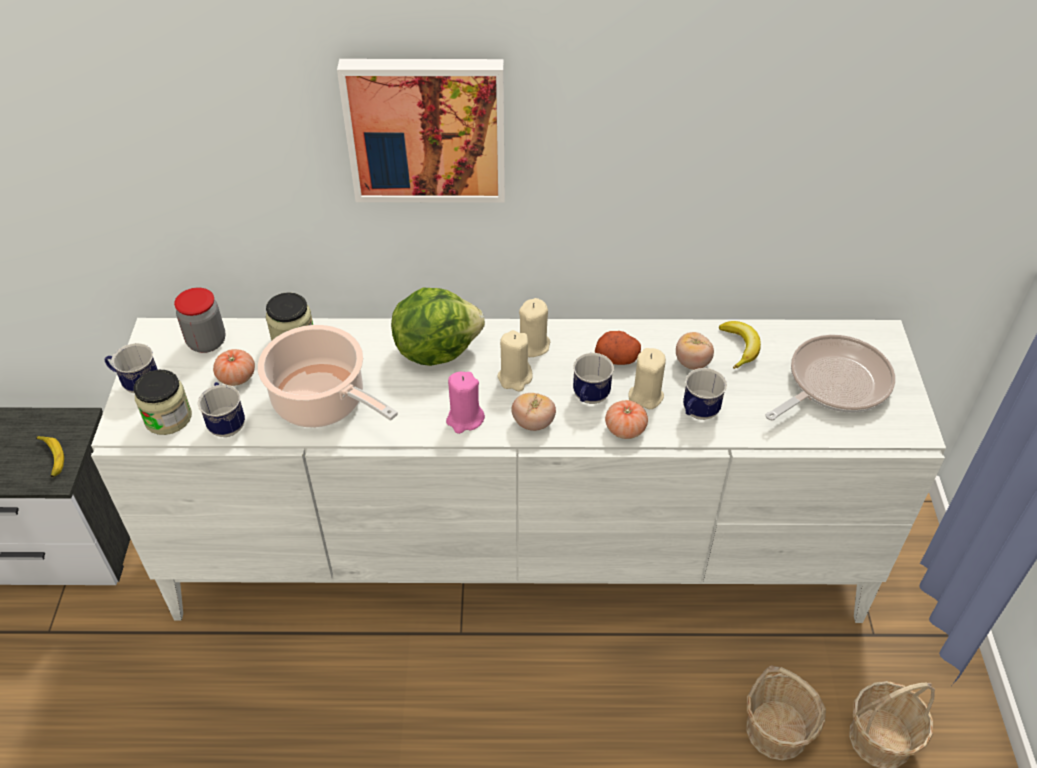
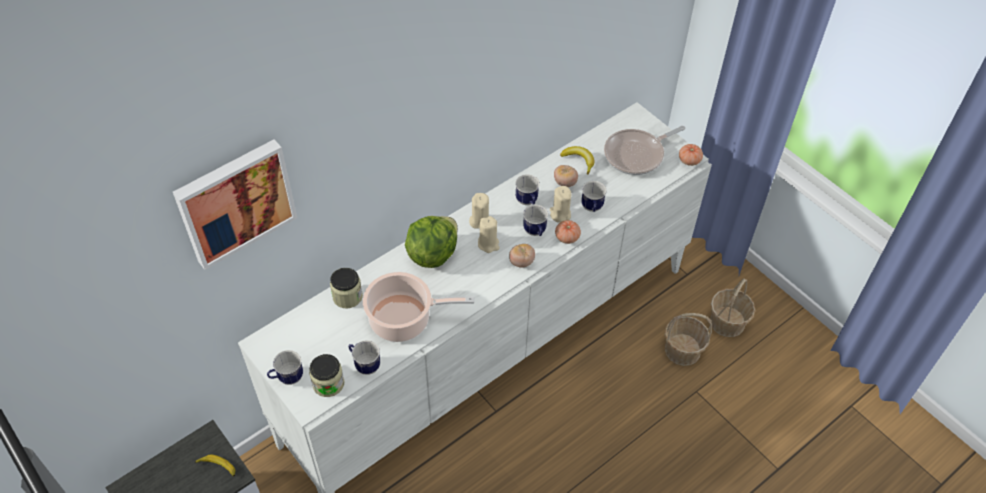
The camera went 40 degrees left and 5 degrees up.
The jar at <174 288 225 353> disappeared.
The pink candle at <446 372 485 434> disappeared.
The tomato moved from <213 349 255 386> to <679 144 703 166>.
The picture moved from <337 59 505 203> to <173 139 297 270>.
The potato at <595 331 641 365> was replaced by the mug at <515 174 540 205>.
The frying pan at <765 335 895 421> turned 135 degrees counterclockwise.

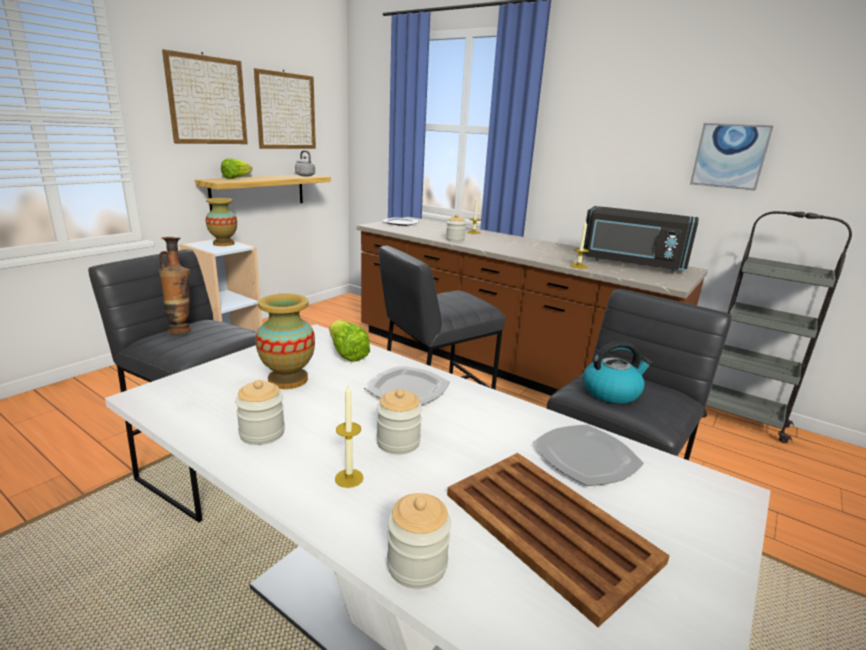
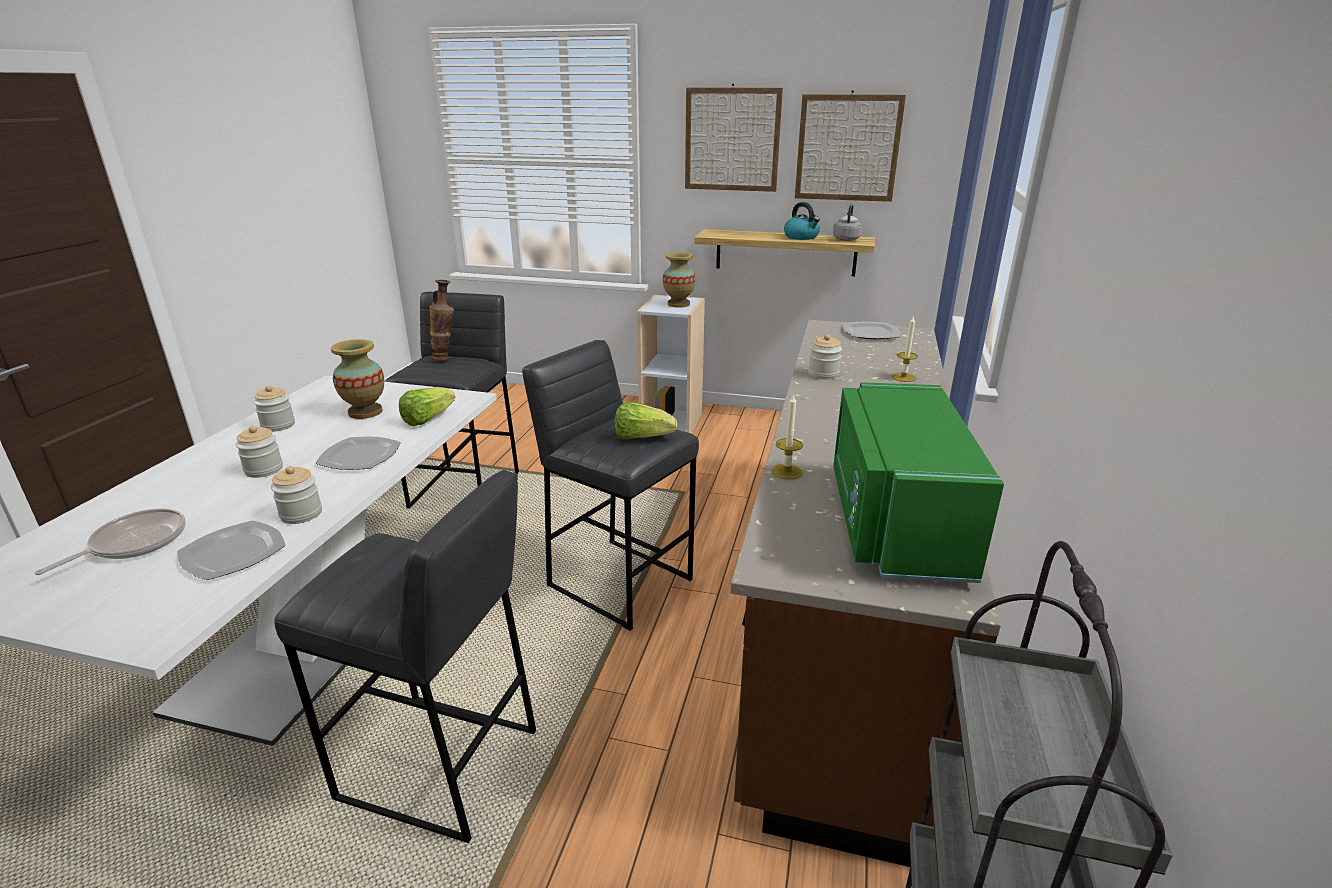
The camera went 70 degrees right and 5 degrees up.
The candle at <335 385 364 488> disappeared.
The picture at <690 123 773 191> disappeared.
The lettuce moved from <221 158 252 179> to <615 402 677 439>.
The jar moved from <387 493 451 589> to <271 466 322 524>.
The kettle moved from <583 341 652 404> to <784 202 820 240>.
The brown tray at <447 453 670 627> was replaced by the frying pan at <35 508 186 575>.
The black microwave at <583 206 699 272> became the green microwave at <833 382 1004 583>.

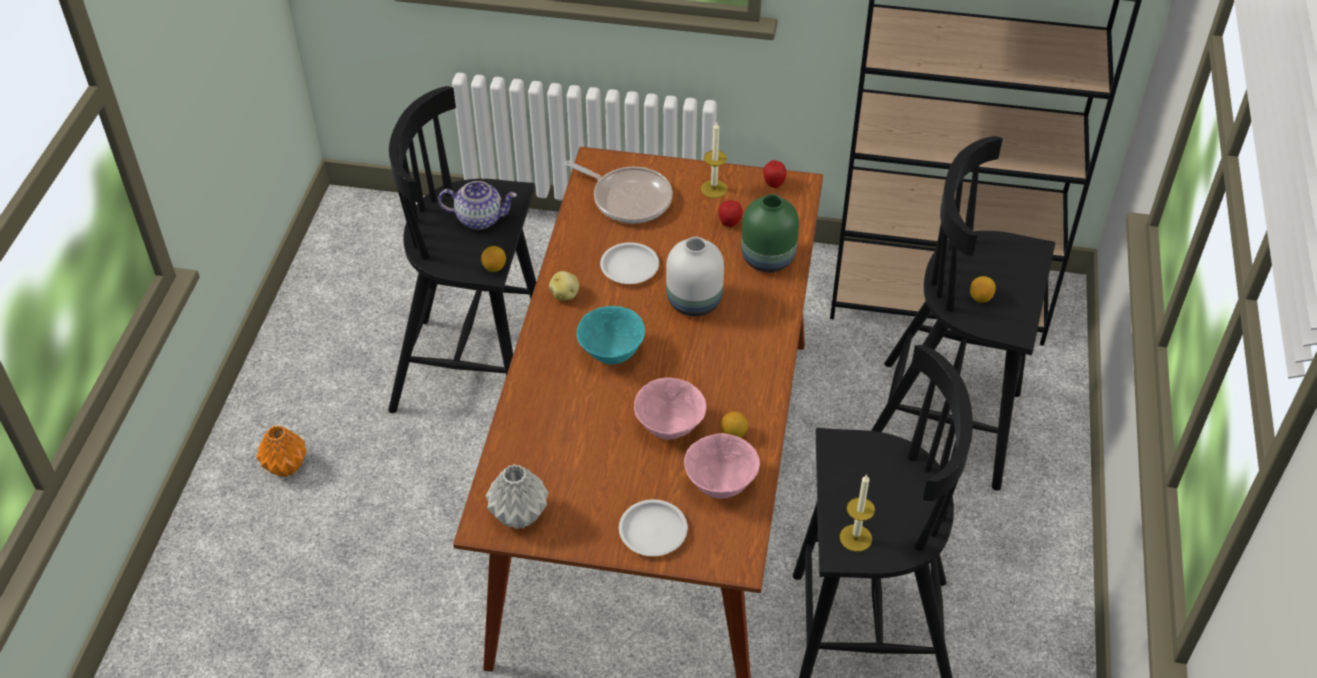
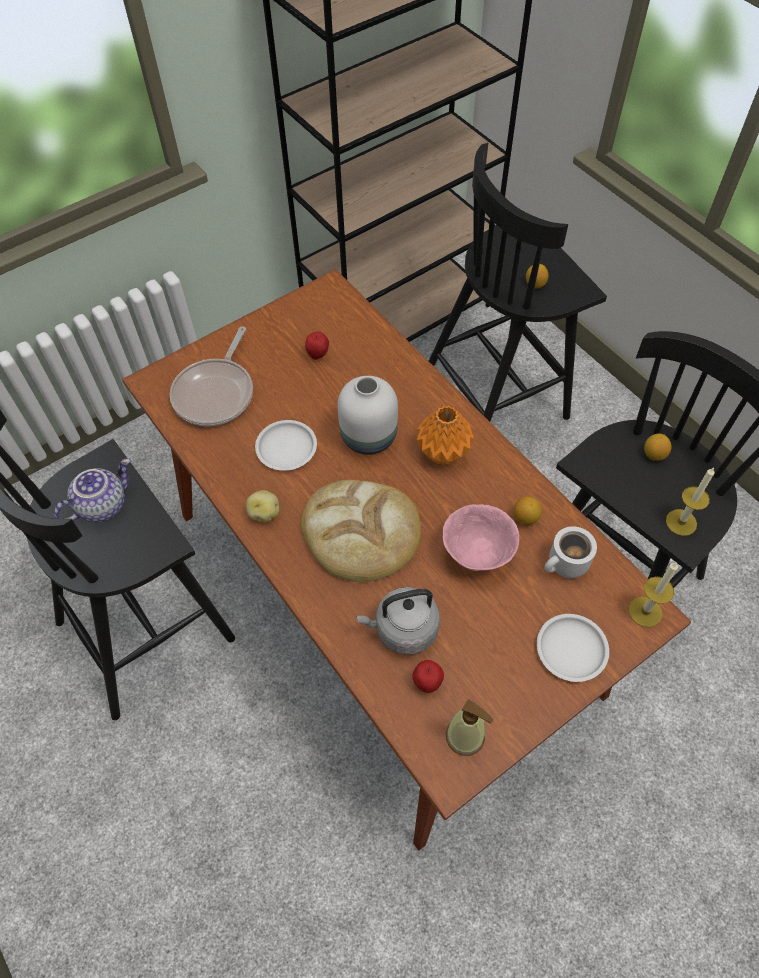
The camera went 45 degrees left and 10 degrees up.
The green vase at <741 194 799 273> disappeared.
The grey kettle at <356 587 440 655> appeared.
The orange vase moved from <257 425 307 477> to <416 406 474 465>.
The lemon moved from <481 246 506 272> to <644 433 672 461>.
The candle moved from <701 121 728 198> to <629 562 678 628>.
The apple moved from <763 160 786 188> to <412 660 444 693>.
The grey vase at <486 464 549 529> was replaced by the soap dispenser at <446 699 494 756>.
The turquoise bowl at <577 306 645 365> was replaced by the bread at <301 480 421 582>.
The pink bowl at <684 433 760 499> was replaced by the white mug at <544 526 597 578>.
The frying pan at <564 160 673 224> turned 120 degrees clockwise.

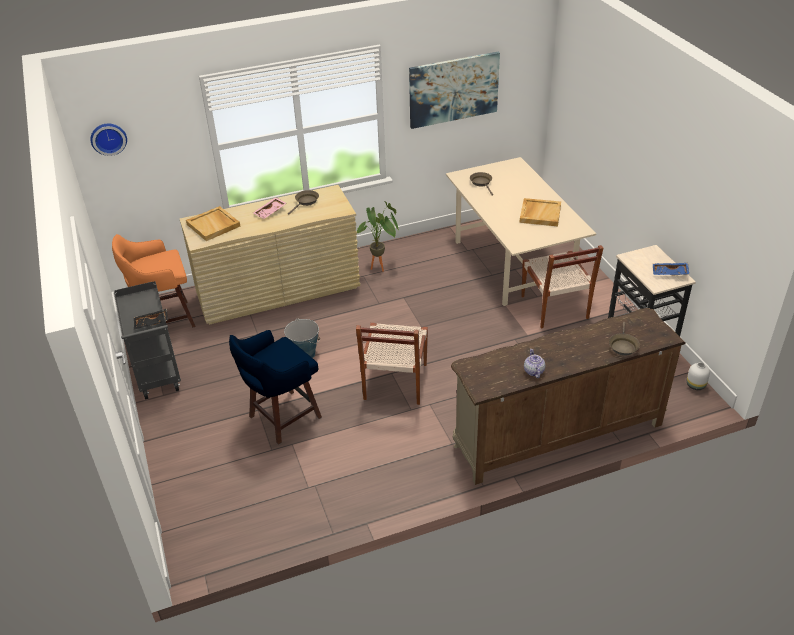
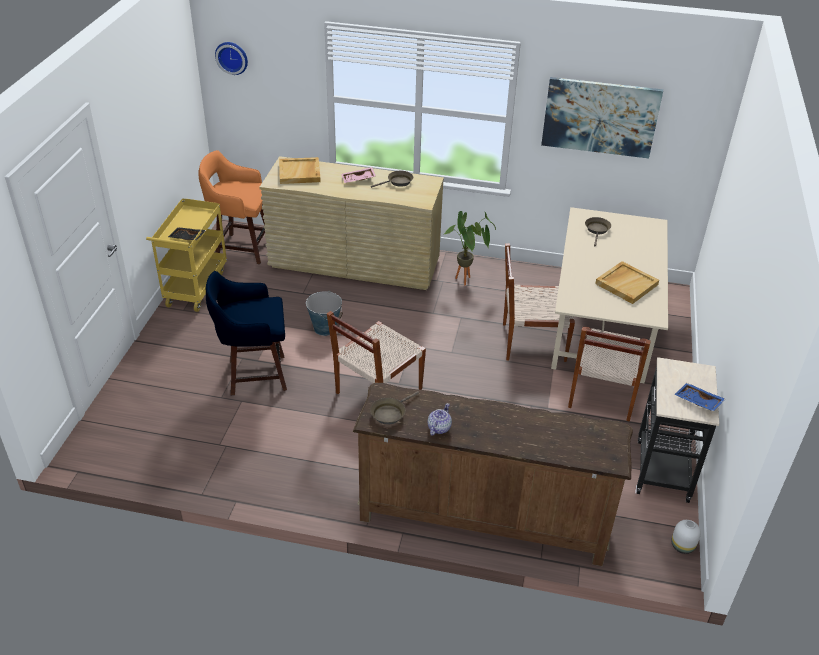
The camera went 30 degrees right and 0 degrees up.
The chair at <503 243 575 362> appeared.
The brown frying pan moved from <609 322 640 356> to <370 391 419 424>.
The grey cart at <114 281 181 399> became the yellow cart at <146 199 227 312>.

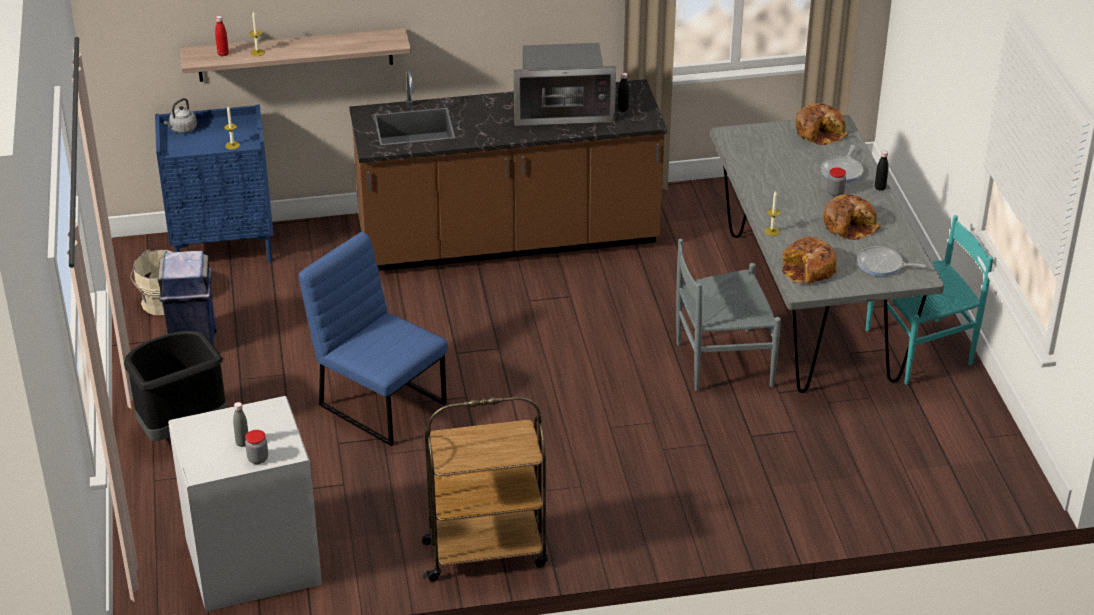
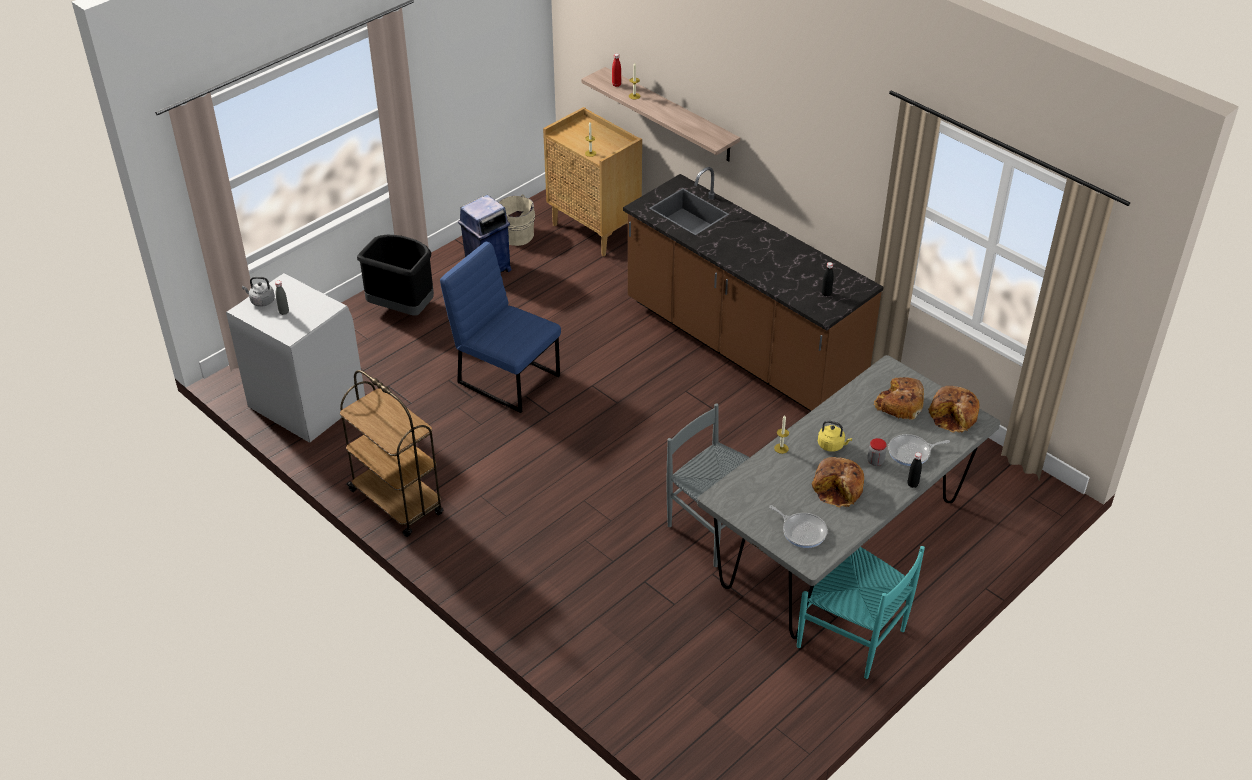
The camera went 55 degrees right and 5 degrees up.
The jar at <245 430 268 464> disappeared.
The microwave at <514 43 616 126> disappeared.
The yellow kettle at <818 420 852 452> appeared.
The grey kettle moved from <164 98 197 133> to <242 277 275 307>.
The bread moved from <782 236 837 284> to <874 377 924 420>.
The blue cabinet at <155 104 274 263> became the brown cabinet at <543 107 642 256>.
The blue chair at <299 232 448 446> turned 60 degrees counterclockwise.
The frying pan at <857 246 926 276> turned 150 degrees clockwise.

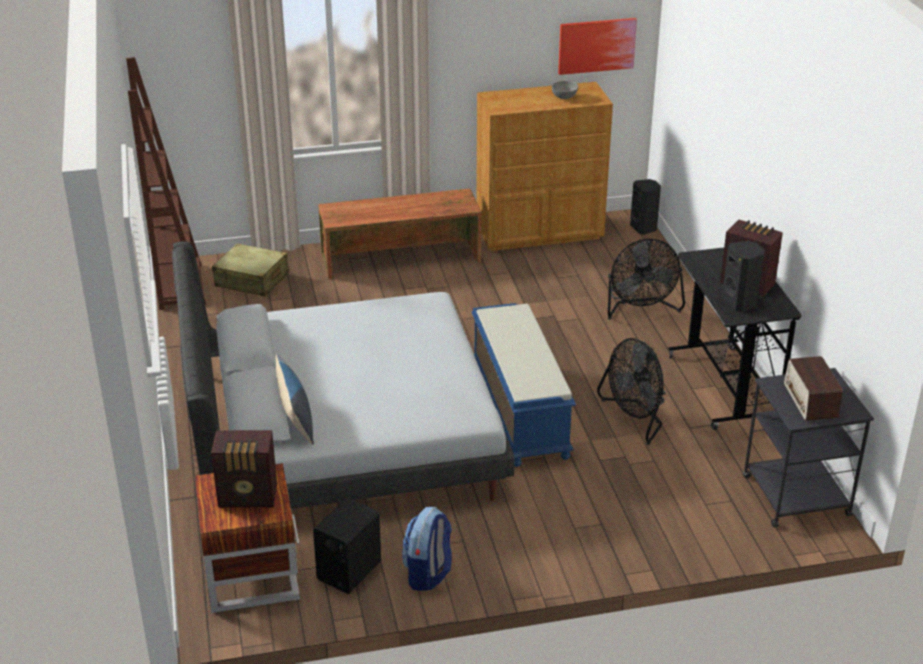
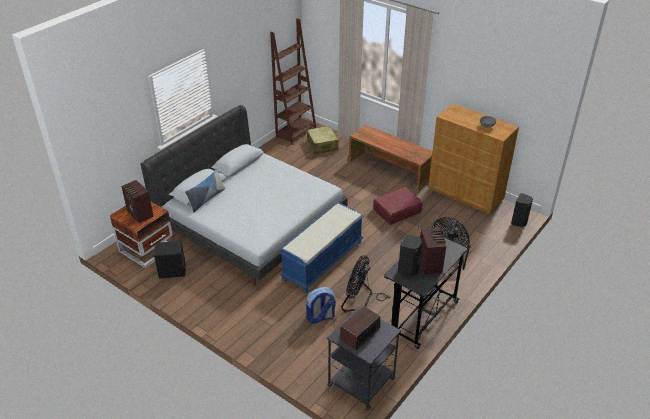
The camera went 50 degrees right and 5 degrees up.
The picture at <558 18 637 75> disappeared.
The red suitcase at <373 187 423 225> appeared.
The backpack moved from <402 507 452 591> to <306 287 336 324>.

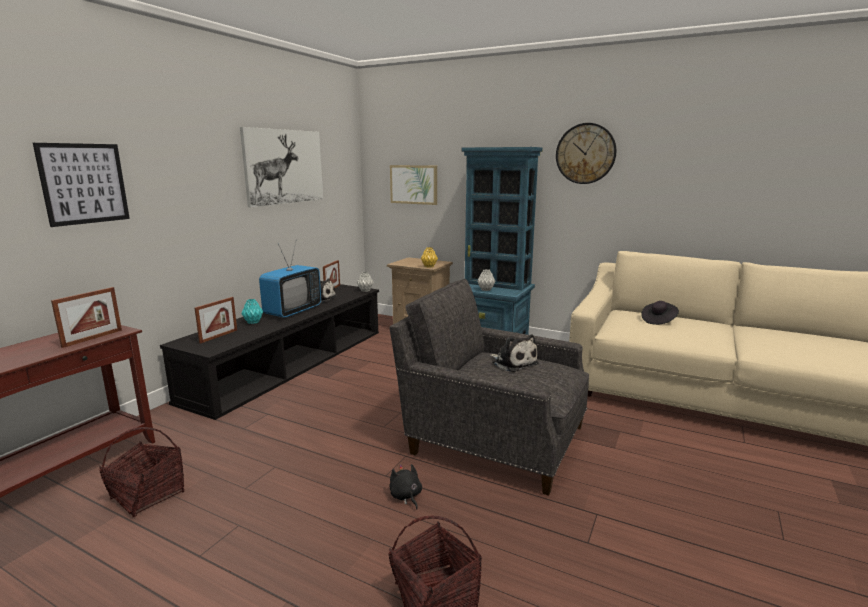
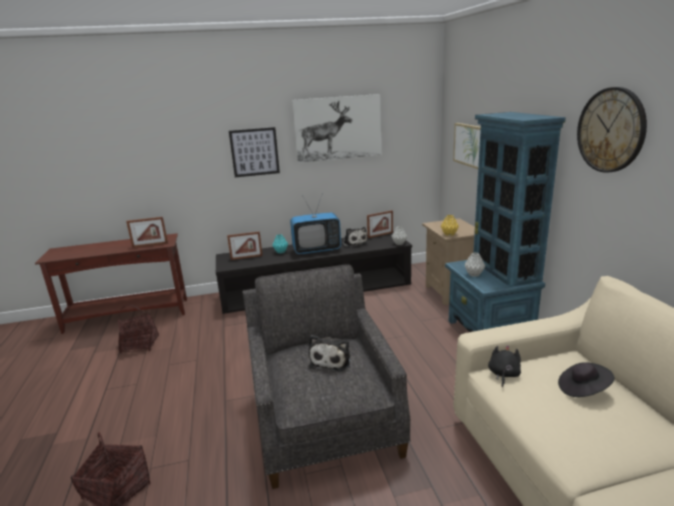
The camera went 50 degrees right and 5 degrees up.
The picture moved from <33 143 130 227> to <229 127 280 177>.
The black plush toy moved from <390 464 422 510> to <488 345 521 387>.

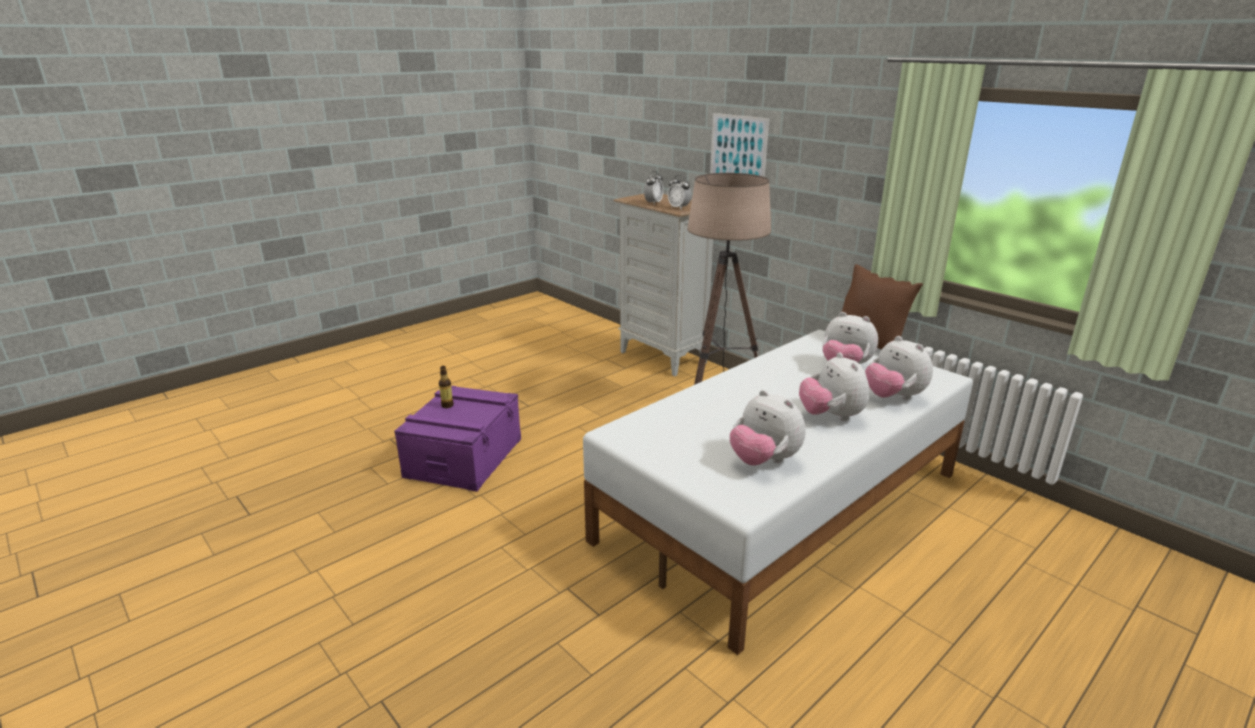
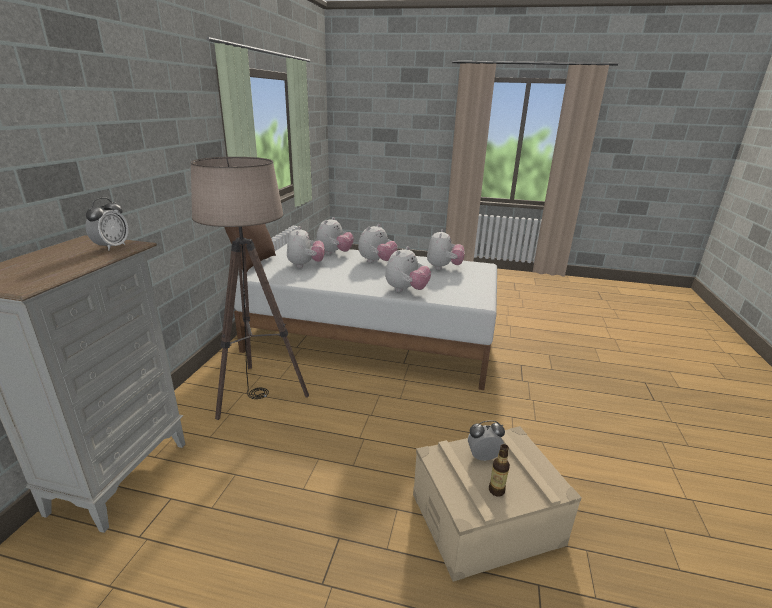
The camera went 125 degrees left and 0 degrees up.
The picture at <710 113 769 177> disappeared.
The plush toy at <385 246 431 292> appeared.
The alarm clock moved from <644 171 663 204> to <468 420 505 461>.
The purple storage box at <394 386 521 492> became the beige storage box at <413 426 582 582>.

